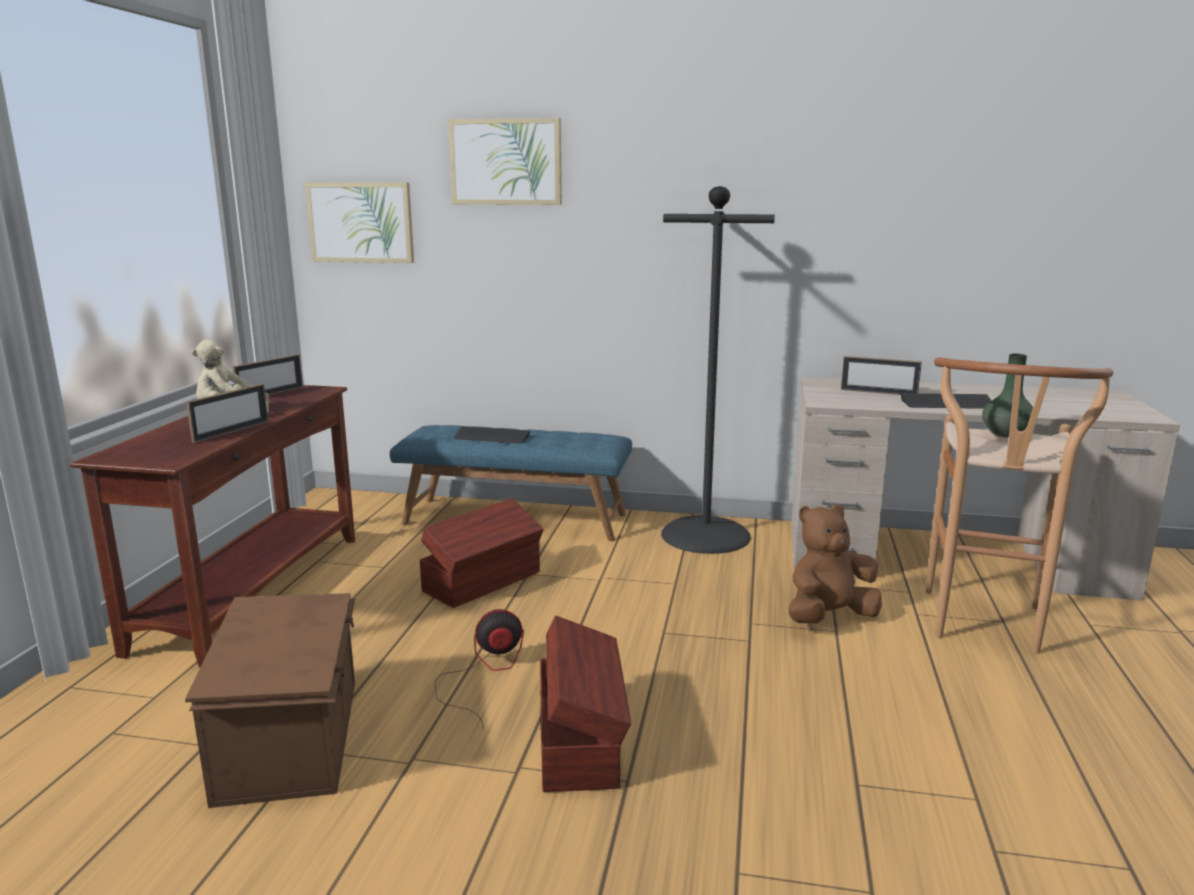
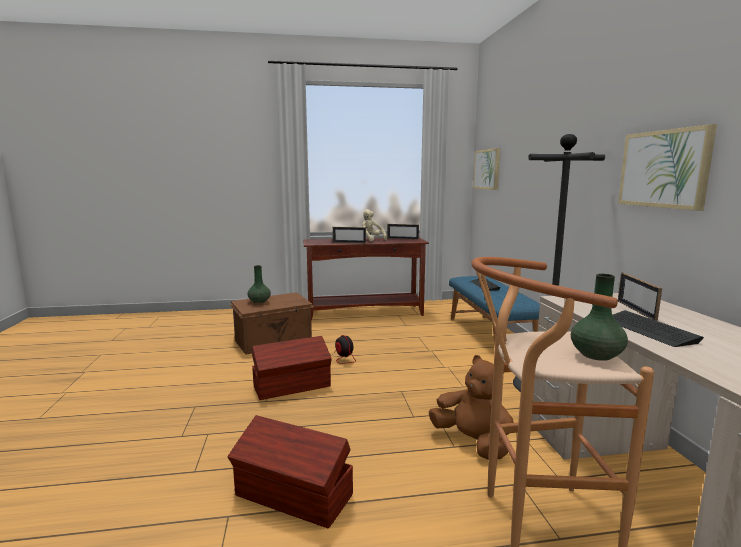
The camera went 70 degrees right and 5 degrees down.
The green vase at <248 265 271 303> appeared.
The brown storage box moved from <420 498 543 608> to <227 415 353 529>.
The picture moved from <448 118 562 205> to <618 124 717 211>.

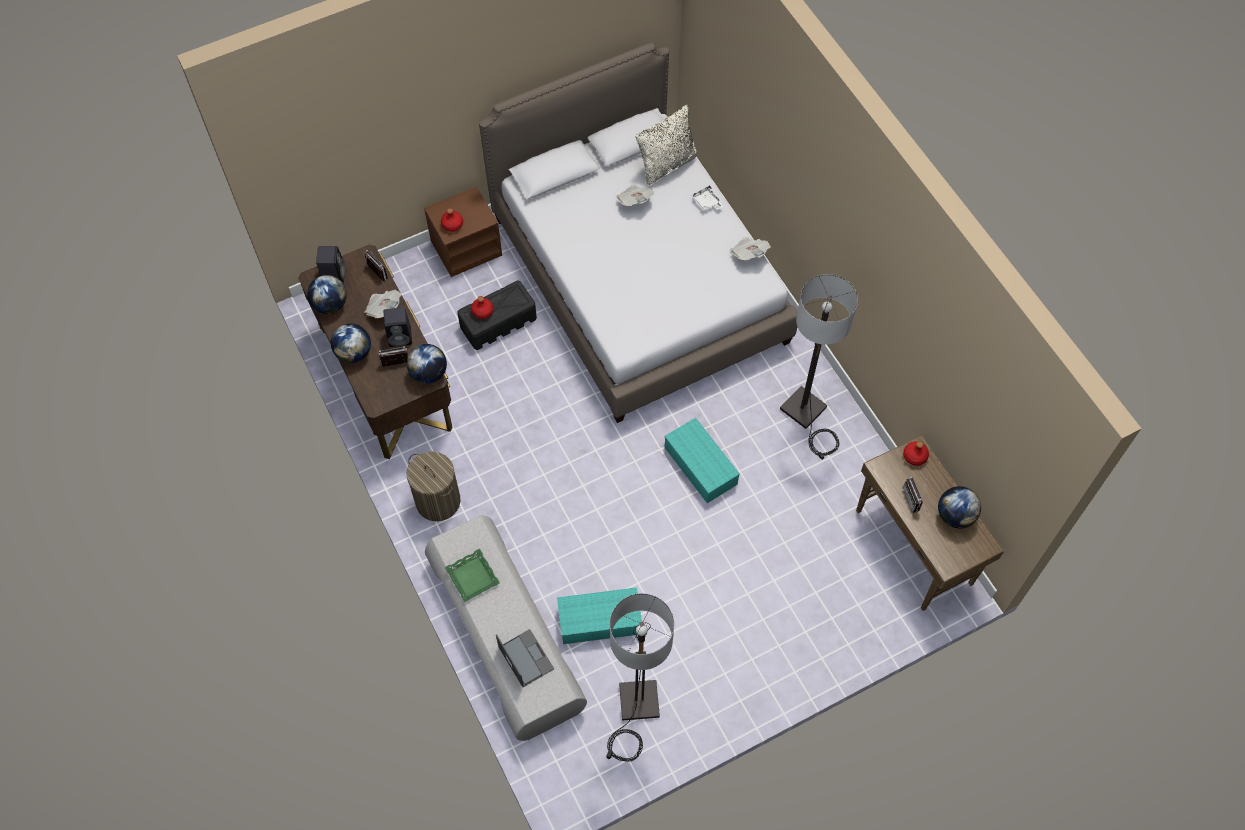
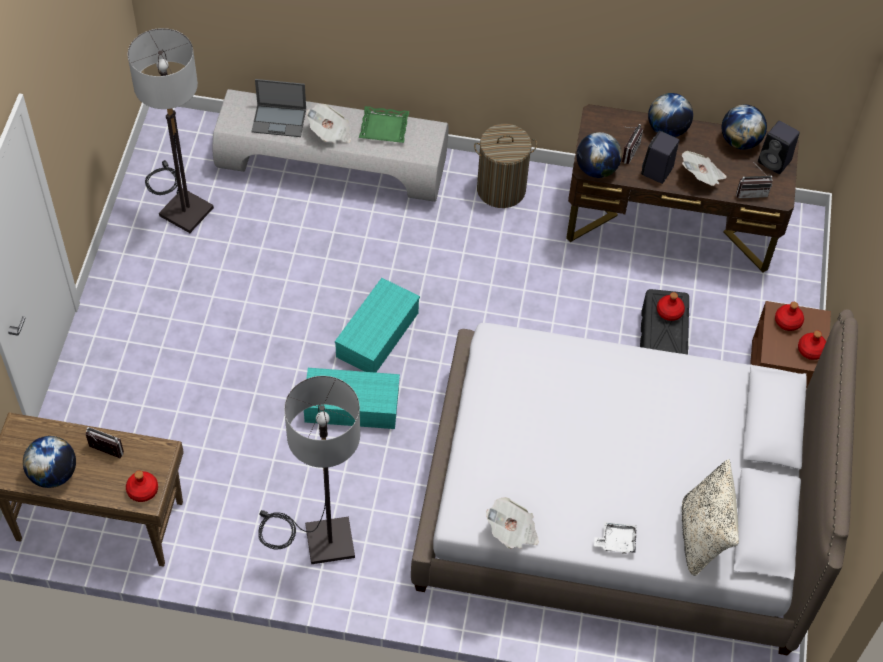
The camera went 125 degrees right and 5 degrees down.
The red bottle at <798 330 826 360> appeared.
The turquoise storage box moved from <557 587 642 644> to <335 278 420 373>.
The newspaper moved from <617 185 654 206> to <306 104 351 143>.

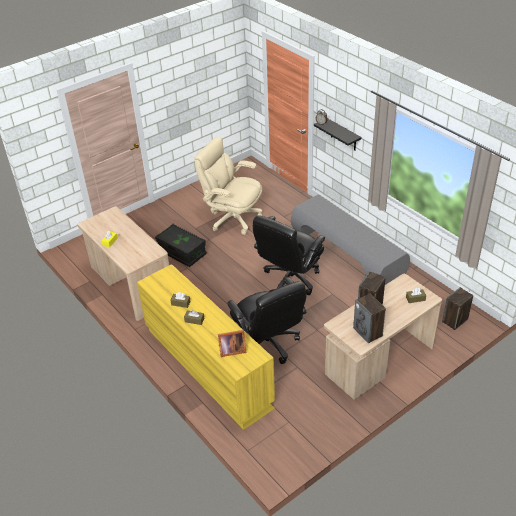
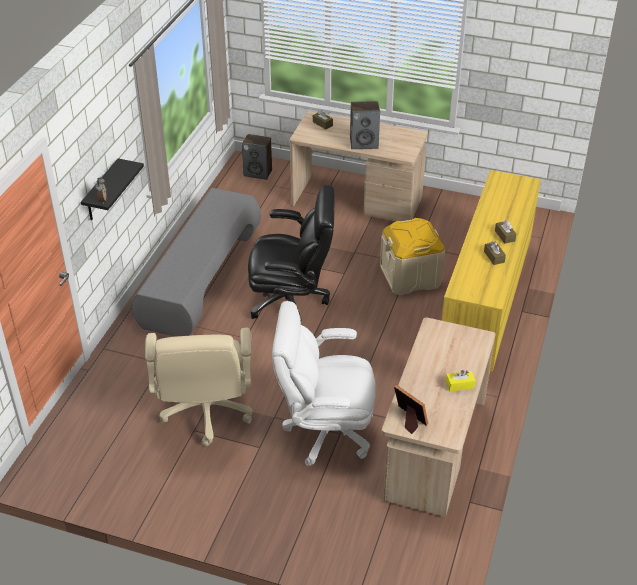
The camera went 125 degrees left and 0 degrees up.
The speaker at <353 294 386 343> disappeared.
The picture frame moved from <218 330 246 357> to <394 385 428 434>.
The black storage box at <155 224 207 267> was replaced by the white office chair at <272 301 376 466>.
The black office chair at <227 277 306 364> was replaced by the beige storage box at <380 218 445 295>.

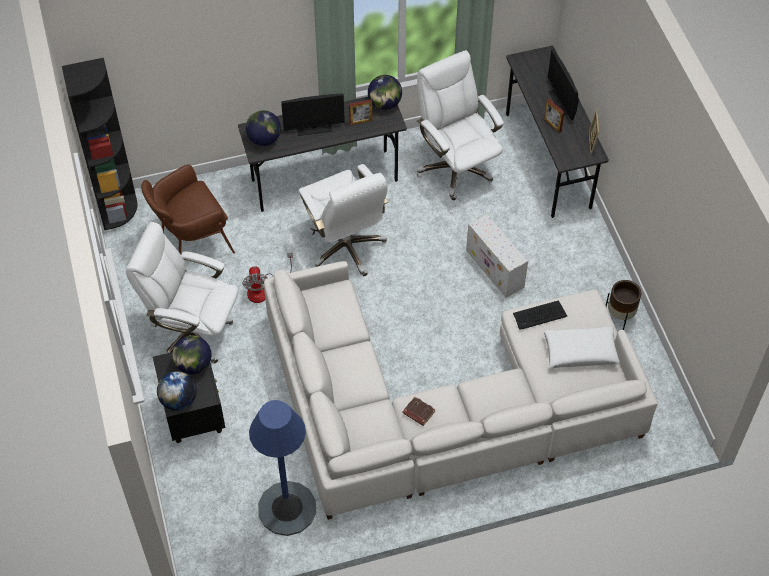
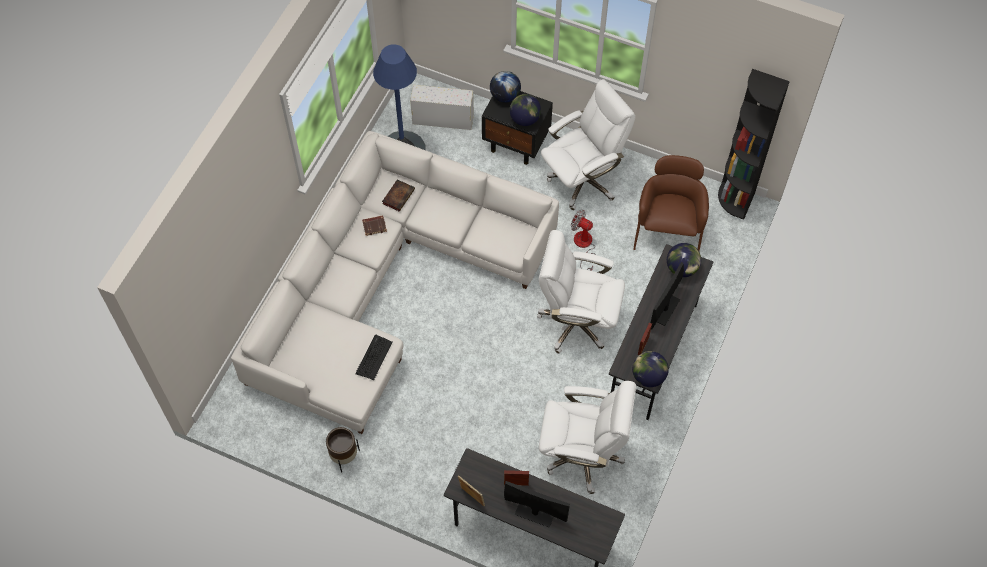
The camera went 130 degrees right and 5 degrees up.
The white pillow at <544 326 620 368> disappeared.
The book at <382 180 415 212> appeared.
The white storage box moved from <466 214 528 298> to <410 85 474 130>.

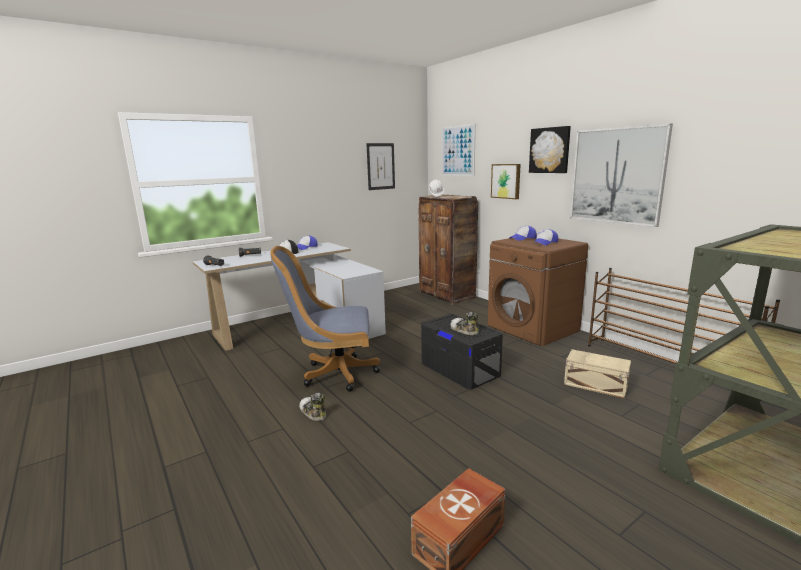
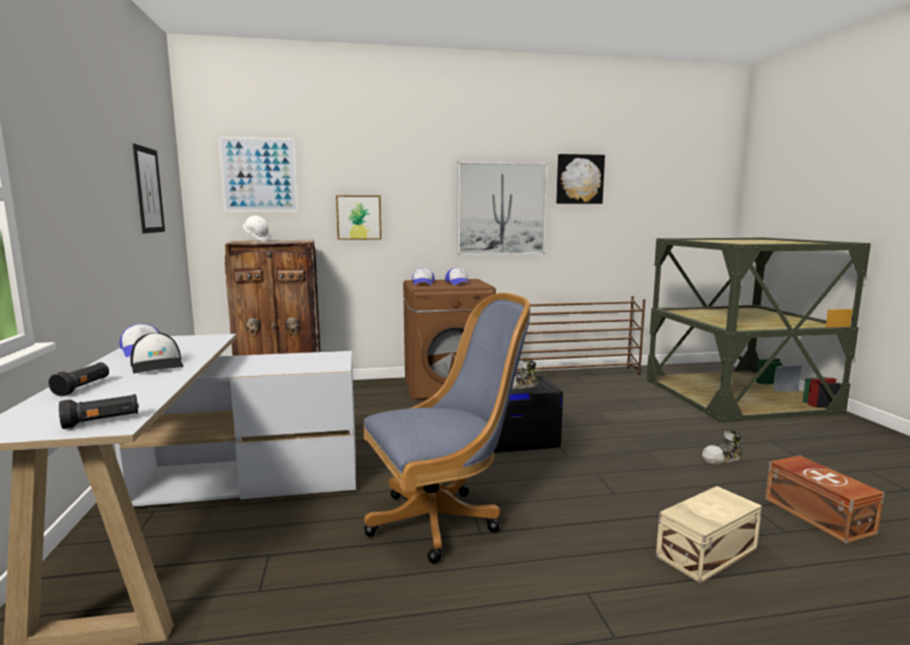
The camera went 65 degrees left and 5 degrees down.
The shoe moved from <299 393 326 421> to <702 430 742 464>.
The picture moved from <529 126 571 173> to <556 154 605 204>.
The beige storage box moved from <564 349 631 398> to <656 486 762 583>.
The blue office chair at <270 246 380 392> turned 135 degrees counterclockwise.

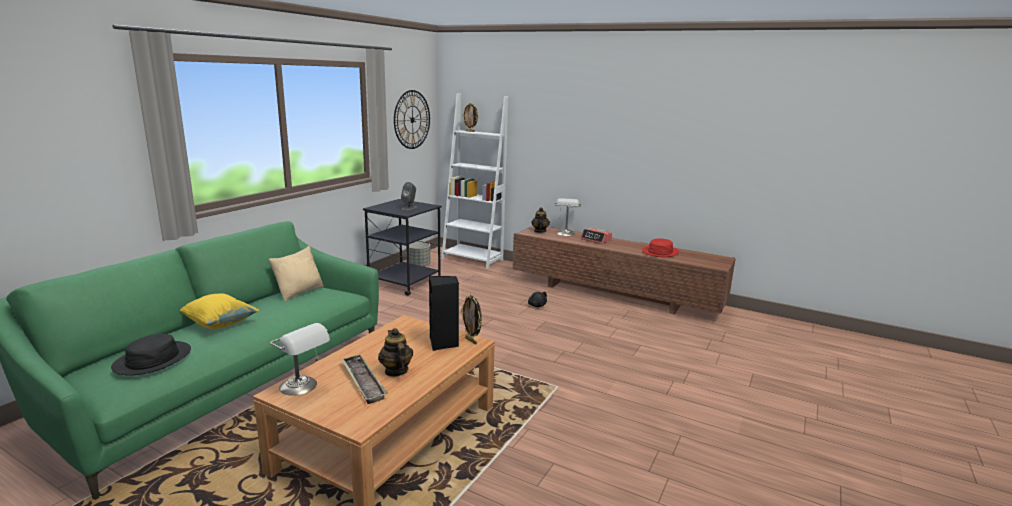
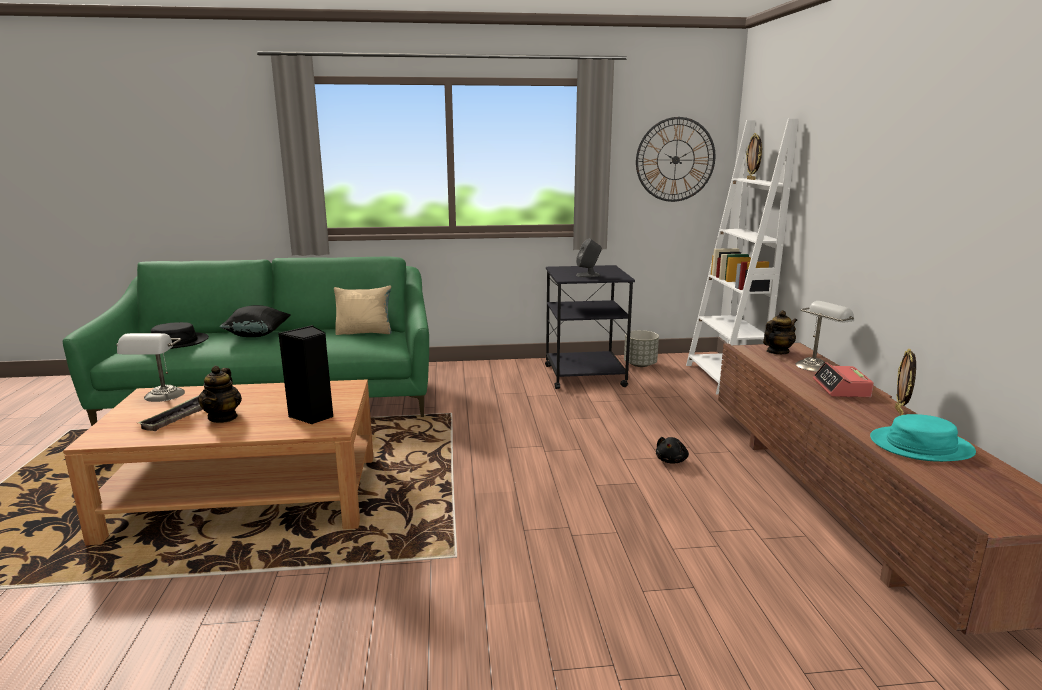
The camera went 55 degrees right and 0 degrees up.
The picture frame moved from <461 294 482 345> to <895 349 916 415>.
The yellow pillow at <180 294 259 329> became the black pillow at <220 305 291 337>.
The red hat at <642 238 679 257> became the turquoise hat at <870 414 976 462>.
The teapot at <378 328 413 377> turned 150 degrees clockwise.

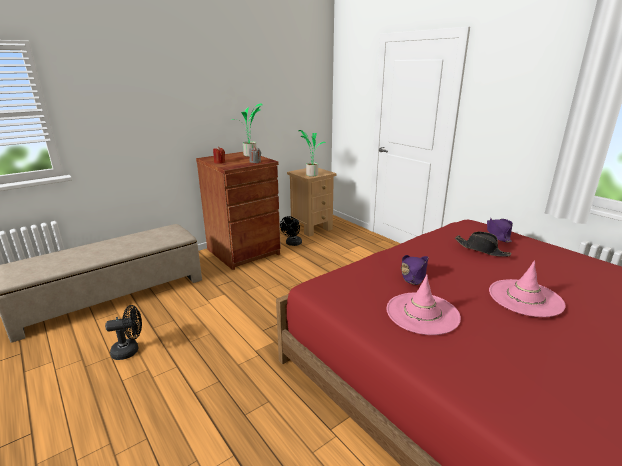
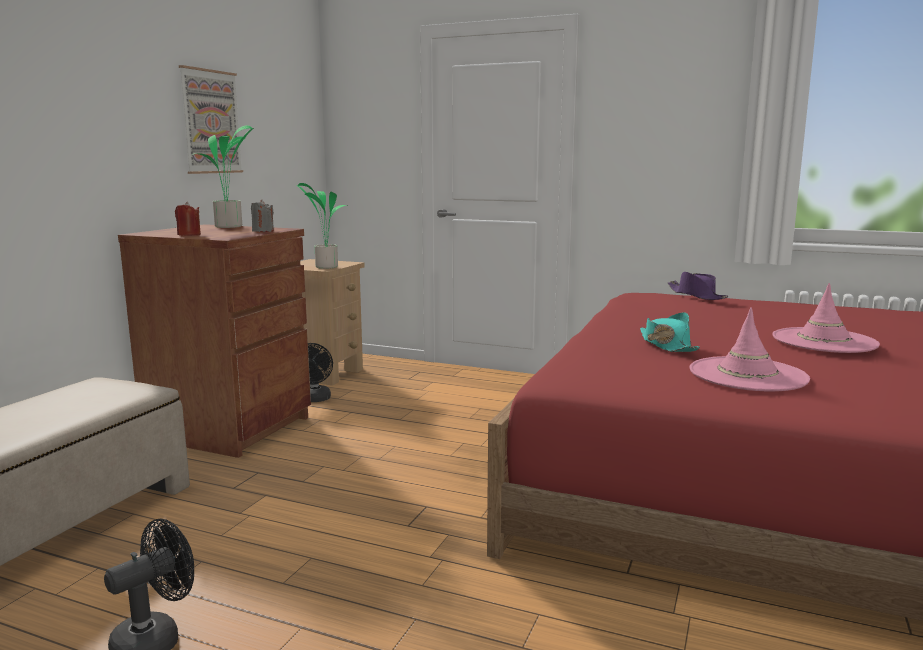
The camera went 30 degrees left and 10 degrees down.
The black hat at <455 231 511 257> disappeared.
The picture at <179 65 243 174> appeared.
The purple hat at <401 255 428 285> became the turquoise hat at <640 312 700 352>.

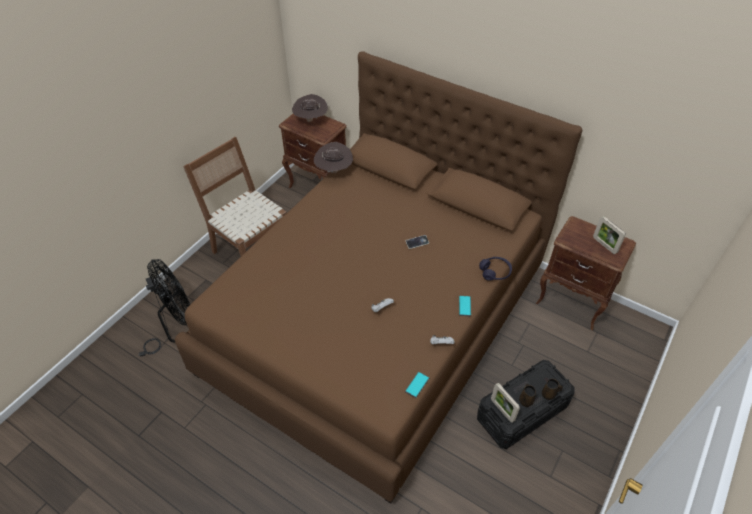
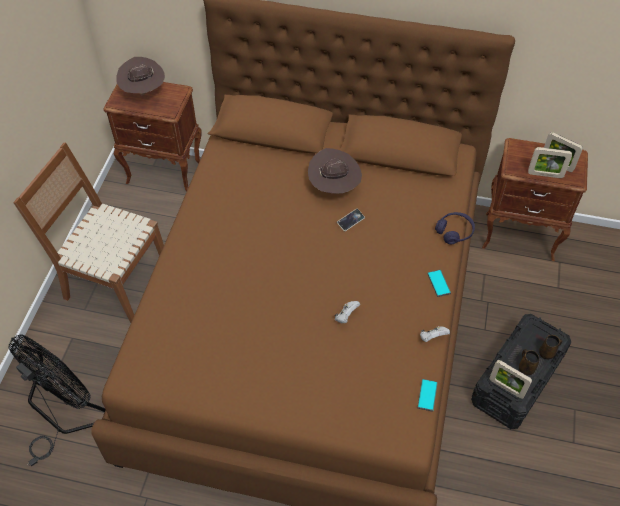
The camera went 20 degrees left and 5 degrees up.
The picture frame at <528 147 572 178> appeared.
The brown hat moved from <314 142 353 173> to <308 148 362 194>.

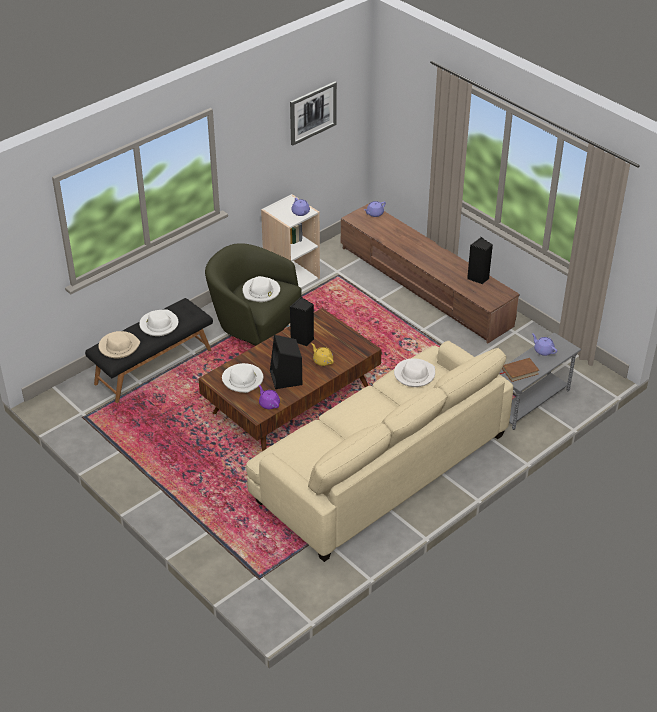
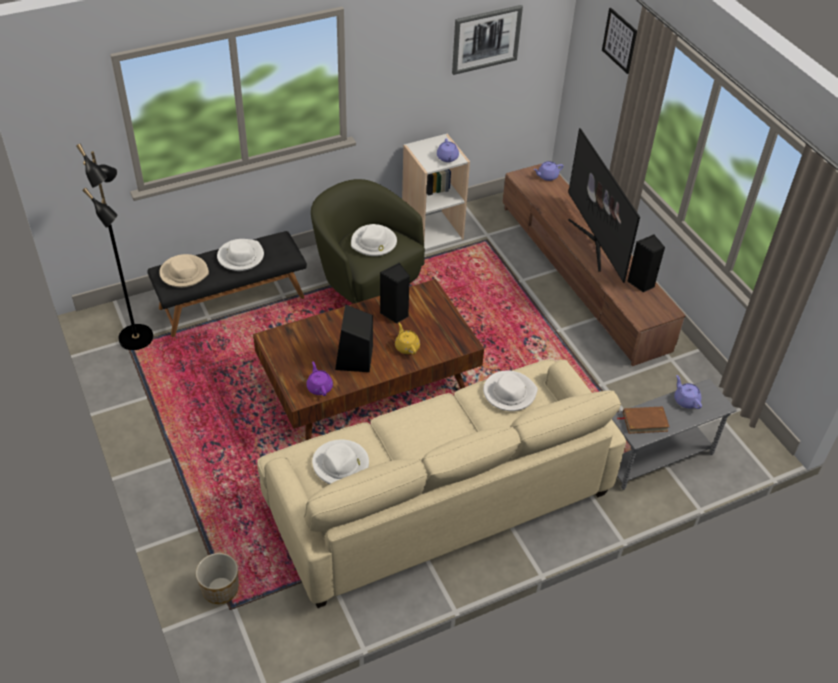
The camera went 15 degrees right and 5 degrees up.
The black floor lamp at <76 144 153 350> appeared.
The planter at <196 553 239 604> appeared.
The television at <568 128 640 283> appeared.
The picture at <602 8 637 74> appeared.
The white hat moved from <222 363 263 393> to <312 440 369 484>.

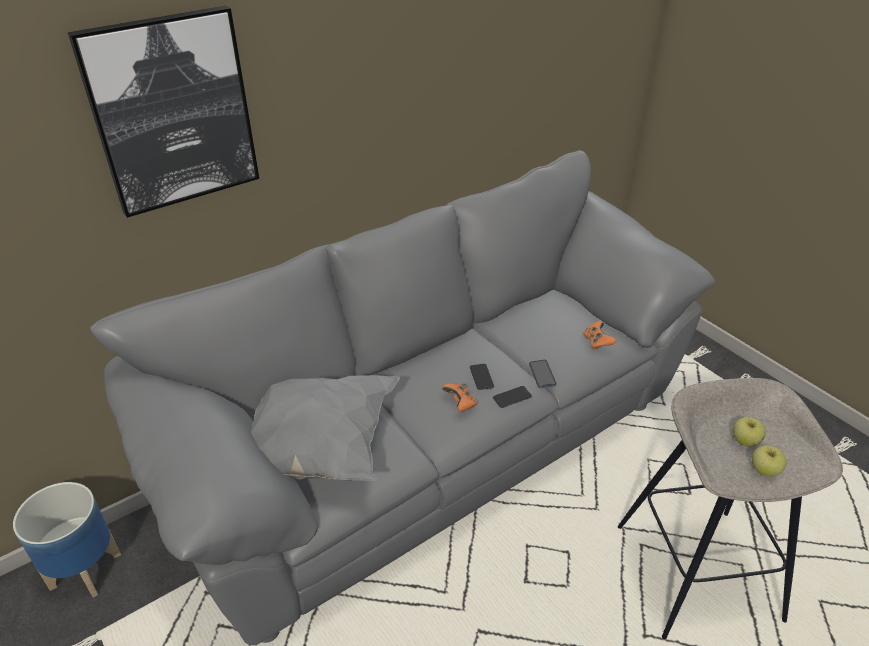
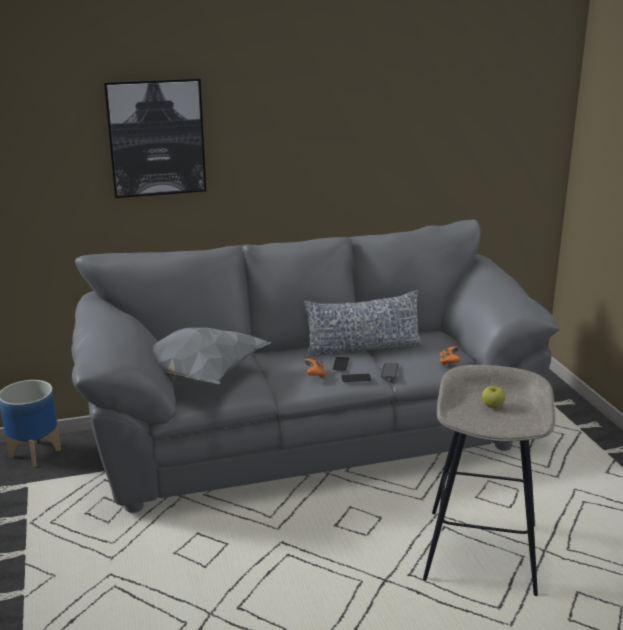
The camera went 20 degrees right and 15 degrees down.
The apple at <752 445 787 476> disappeared.
The pillow at <304 290 424 358> appeared.

